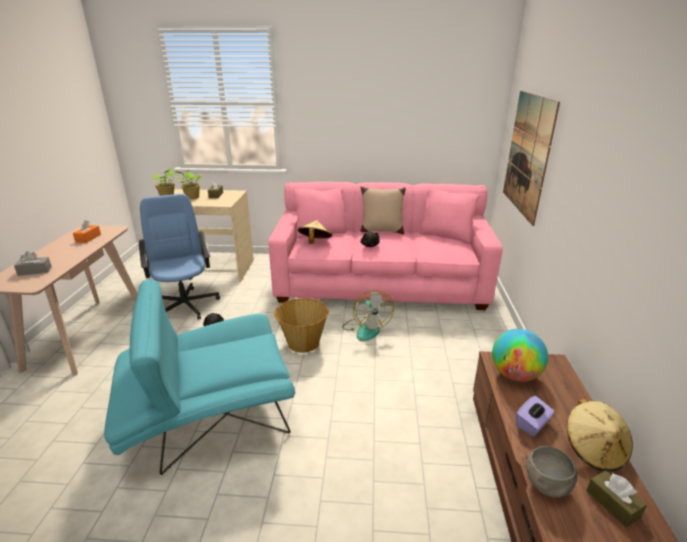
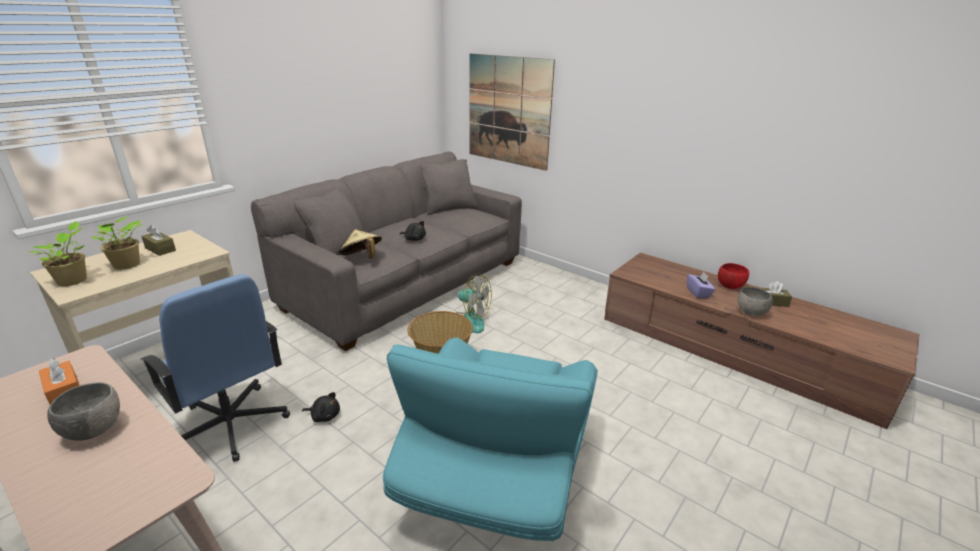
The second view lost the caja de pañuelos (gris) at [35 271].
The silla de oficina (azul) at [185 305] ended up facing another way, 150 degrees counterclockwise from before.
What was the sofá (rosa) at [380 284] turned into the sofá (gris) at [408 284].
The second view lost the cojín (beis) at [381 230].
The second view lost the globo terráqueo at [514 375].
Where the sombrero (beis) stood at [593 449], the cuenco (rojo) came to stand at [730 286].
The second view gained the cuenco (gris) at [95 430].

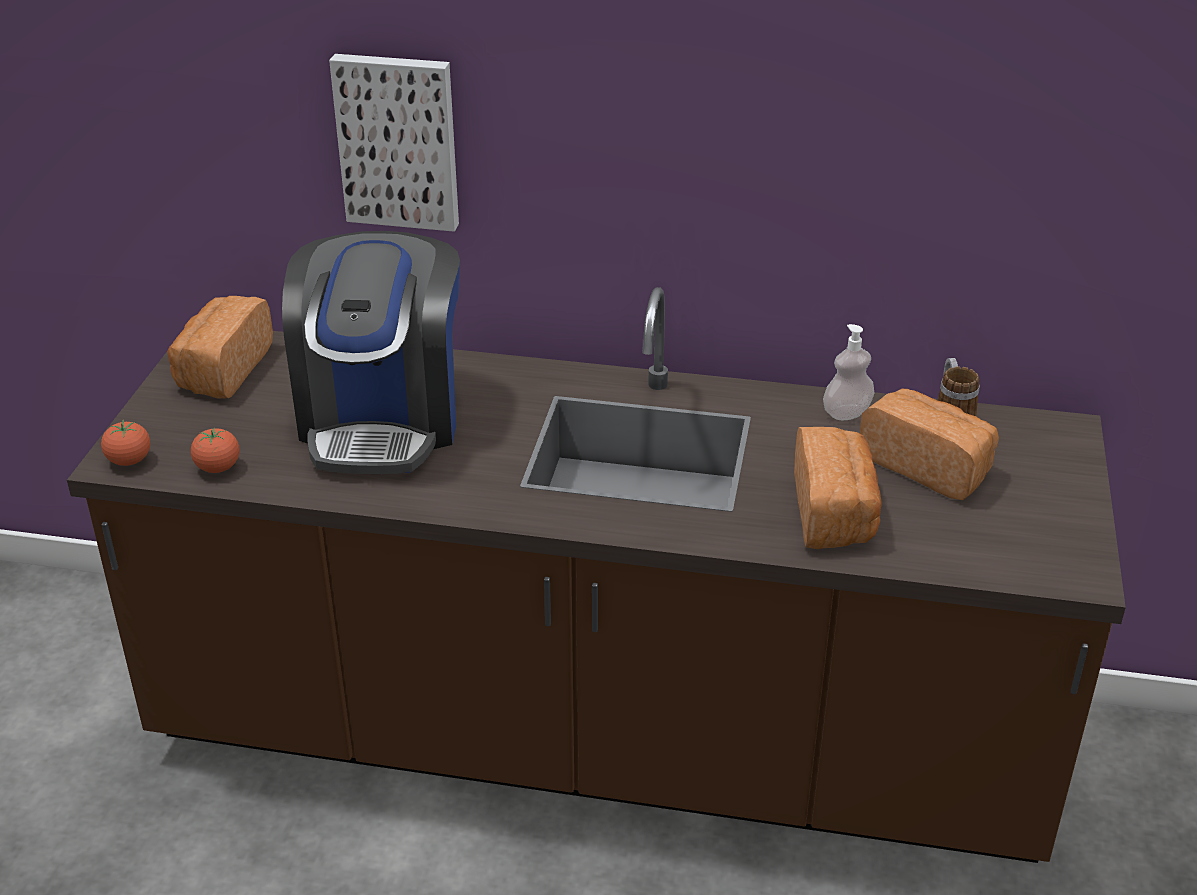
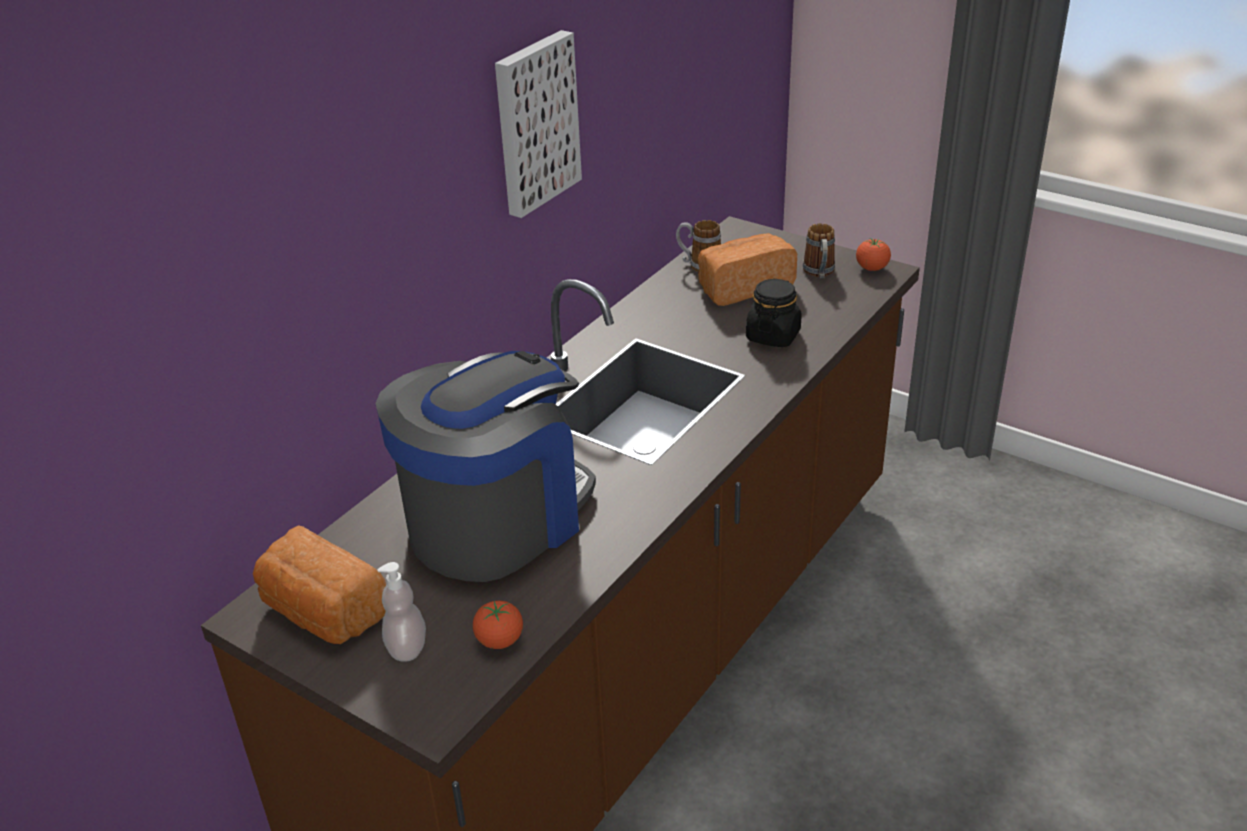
The tomate ended up elsewhere, having gone from [129 461] to [872 268].
The cafetera at [382 419] ended up facing another way, 75 degrees counterclockwise from before.
The cuadro ended up elsewhere, having gone from [398 140] to [534 123].
Where the pan stood at [834 513], the tarro (negro) came to stand at [773 335].
The dispensador de jabón ended up elsewhere, having gone from [846 413] to [407 647].
The second view gained the taza grande at [819 273].

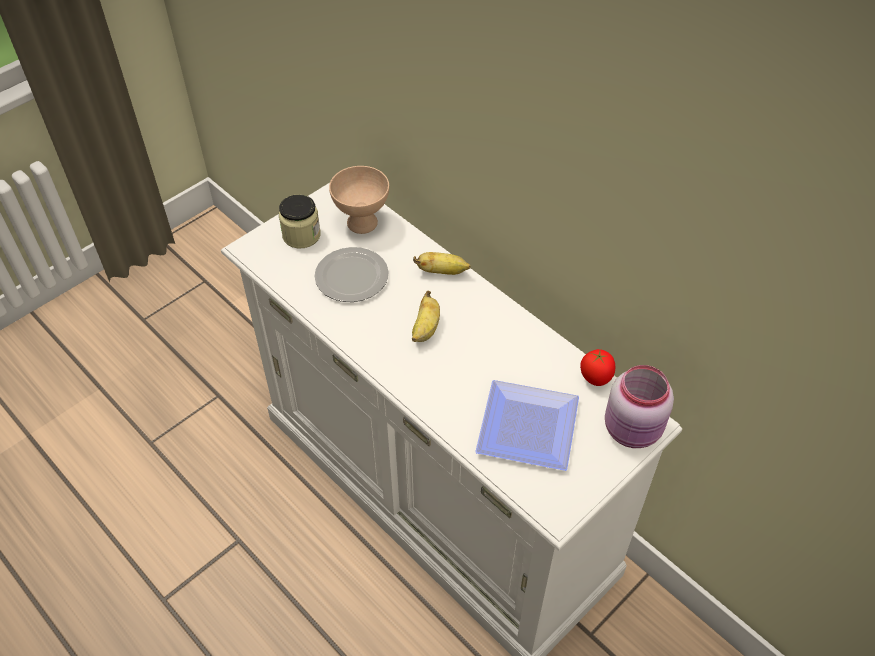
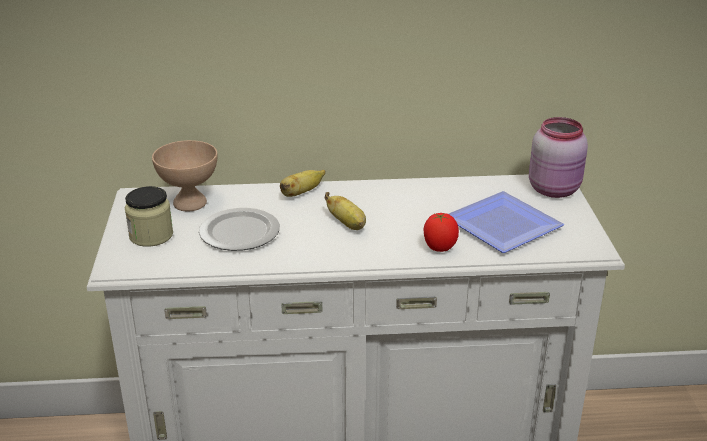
The tomate ended up elsewhere, having gone from [595 379] to [439 249].

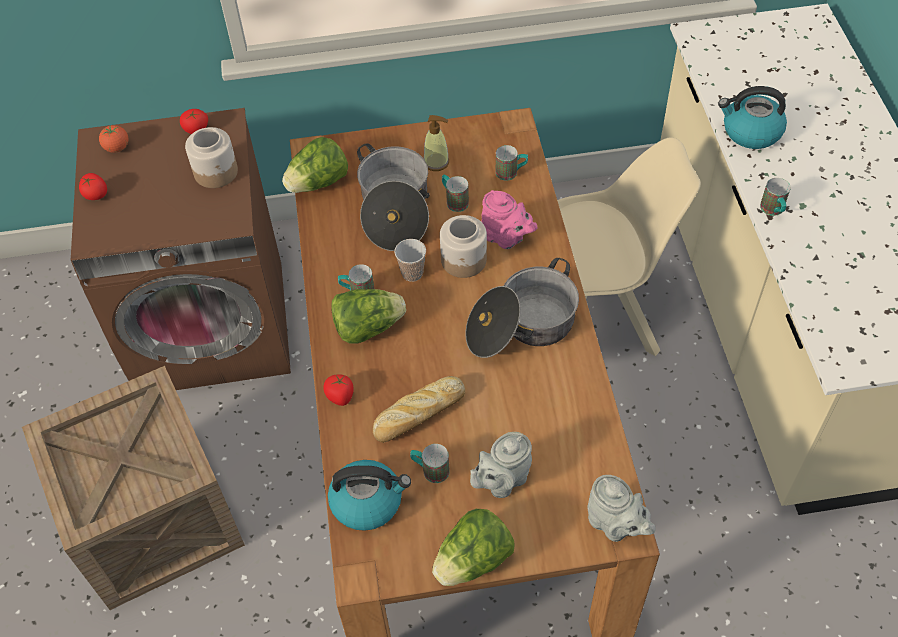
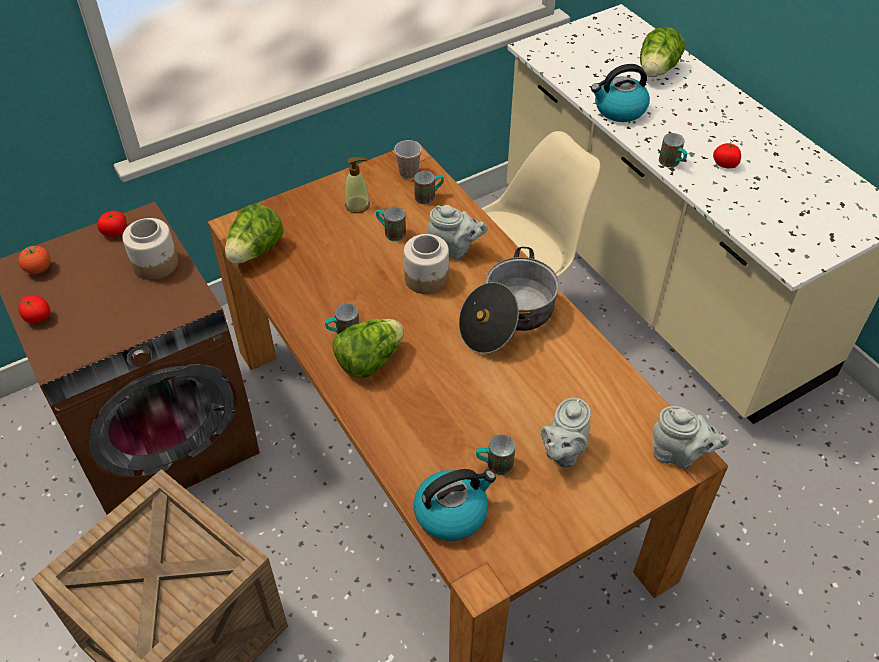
The tomate ended up elsewhere, having gone from [340 396] to [725 164].
The second view lost the olla at [395 210].
The second view lost the pan at [418 414].
The taza ended up elsewhere, having gone from [412 273] to [408 173].
The lechuga ended up elsewhere, having gone from [473 561] to [656 71].
What was the tetera (rosa) at [506 238] turned into the tetera (gris) at [454 250].

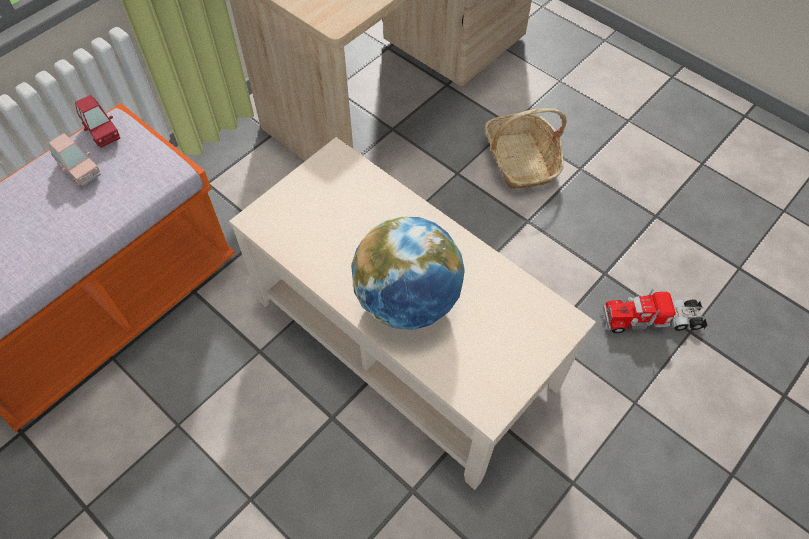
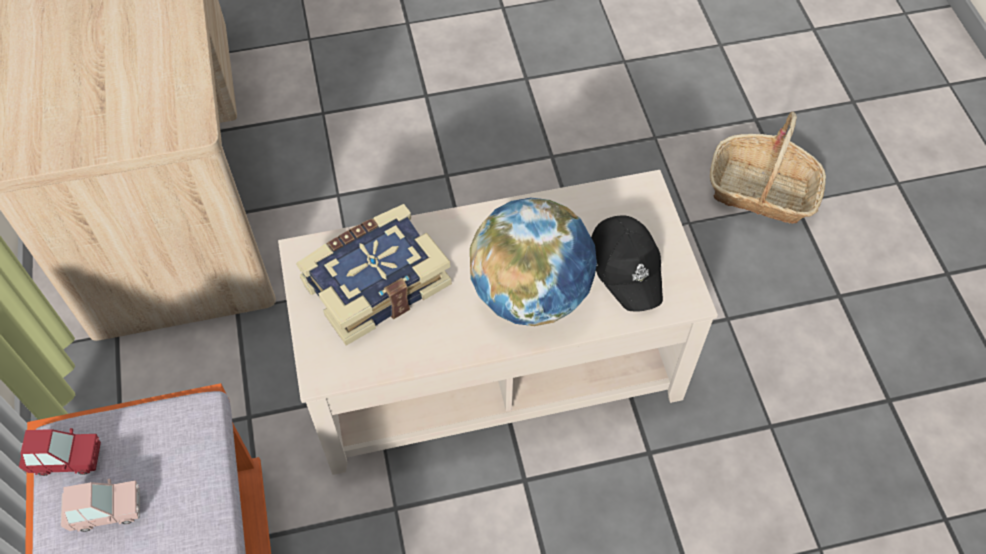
The cesta ended up elsewhere, having gone from [521 160] to [762 191].
The second view lost the camión de juguete at [652 319].
The second view gained the libro at [375 282].
The second view gained the gorra (negro) at [627 267].

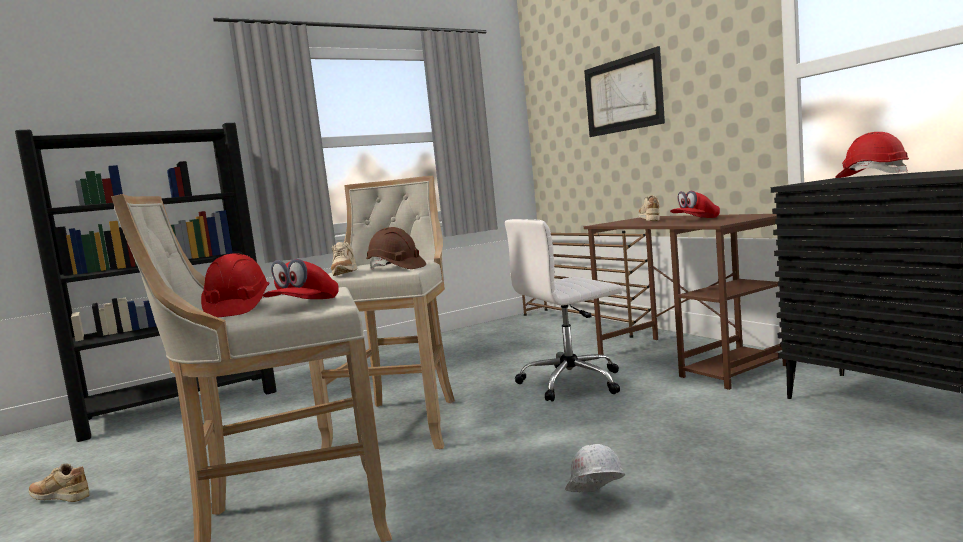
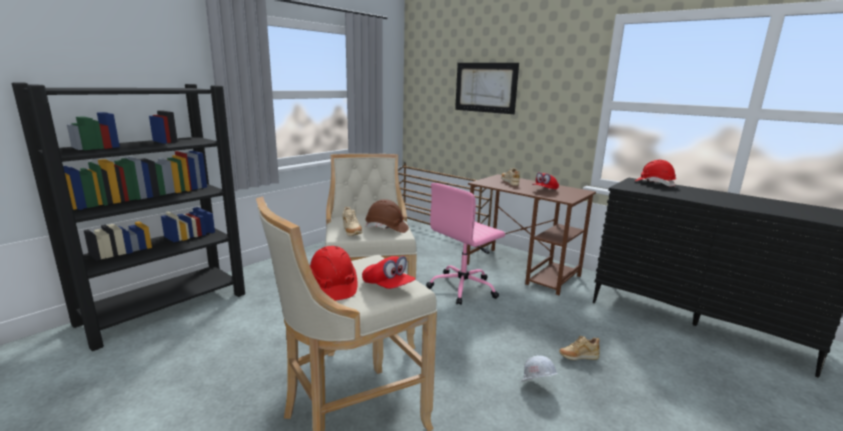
The zapato (beis) ended up elsewhere, having gone from [61 498] to [578 357].
The gorra (rojo) at [304 306] ended up facing another way, 45 degrees counterclockwise from before.
What was the silla de oficina (blanco) at [573 382] turned into the silla de oficina (rosa) at [463 287].

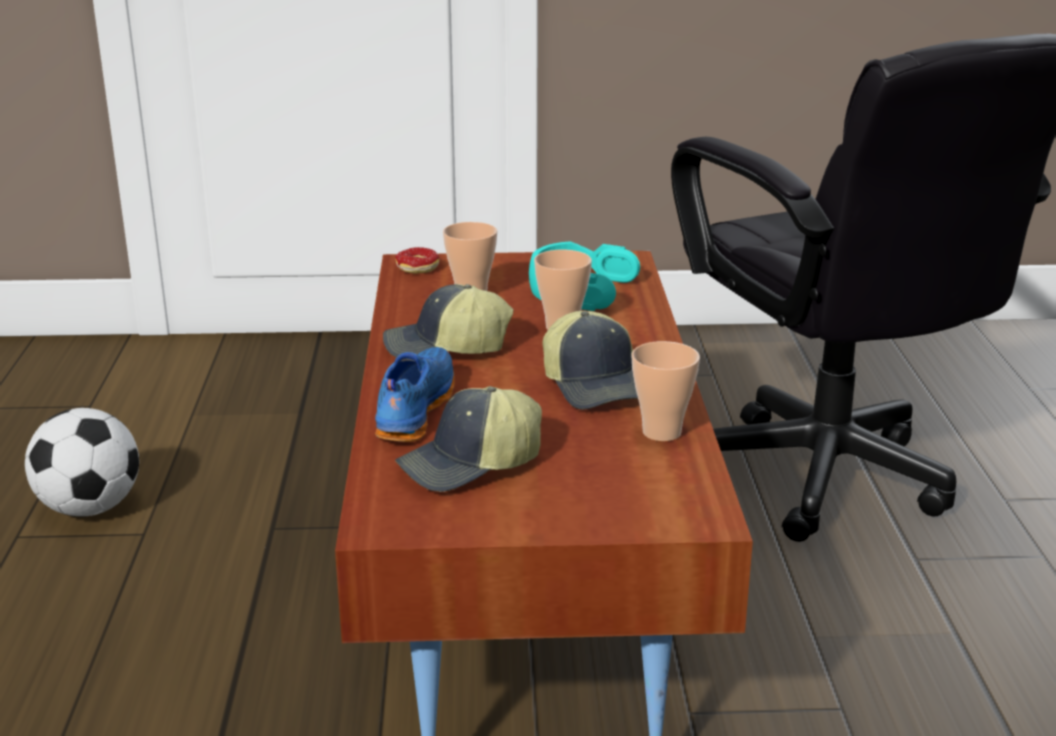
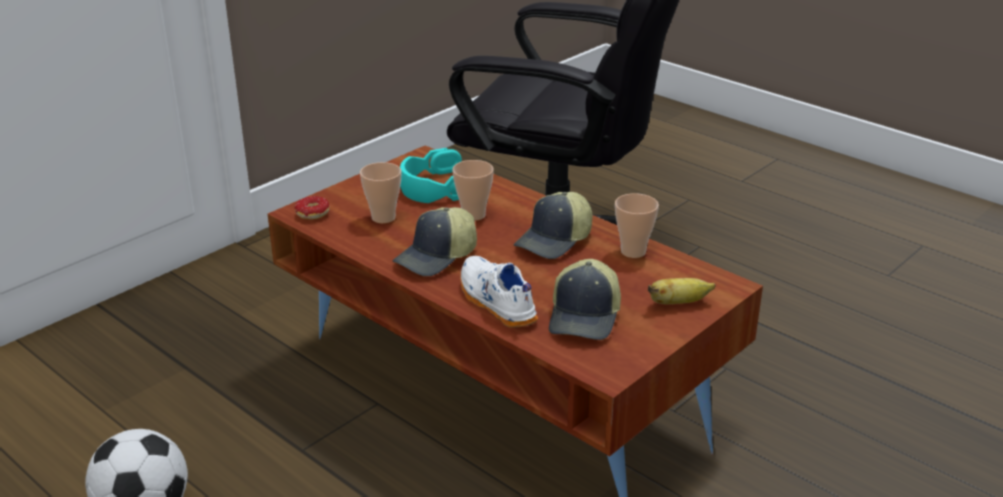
What was the zapato (azul) at [412 410] turned into the zapato (blanco) at [495 303].
The gorra at [595 385] ended up facing another way, 105 degrees clockwise from before.
The second view gained the plátano at [678 303].

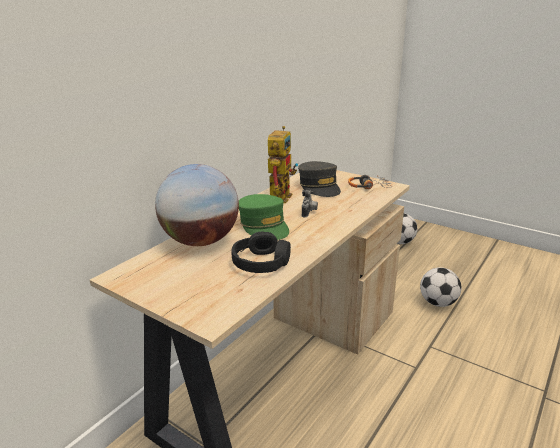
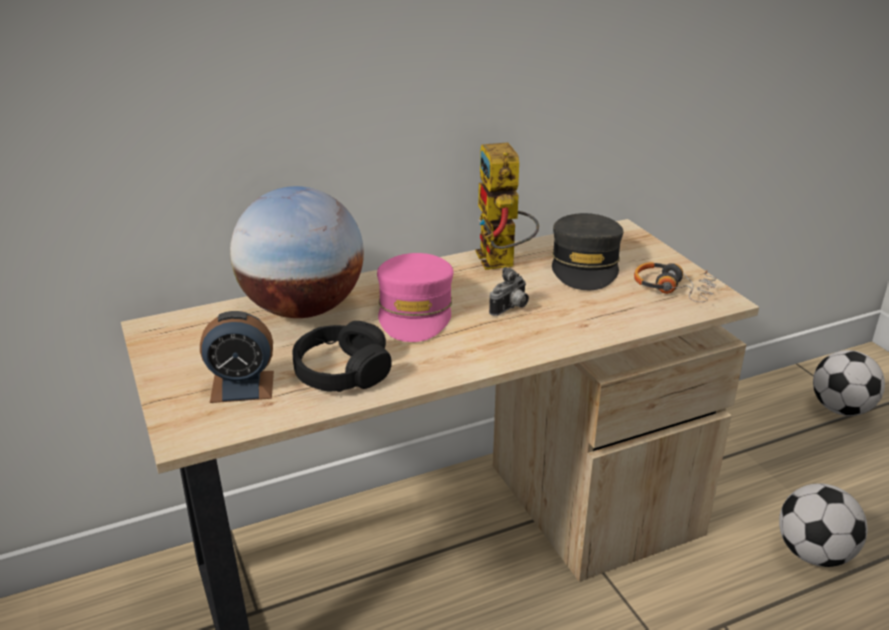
What was the gorra (verde) at [264 226] turned into the gorra (rosa) at [415 311].
The robot de juguete at [280 195] ended up facing another way, 120 degrees clockwise from before.
The second view gained the despertador at [242 386].

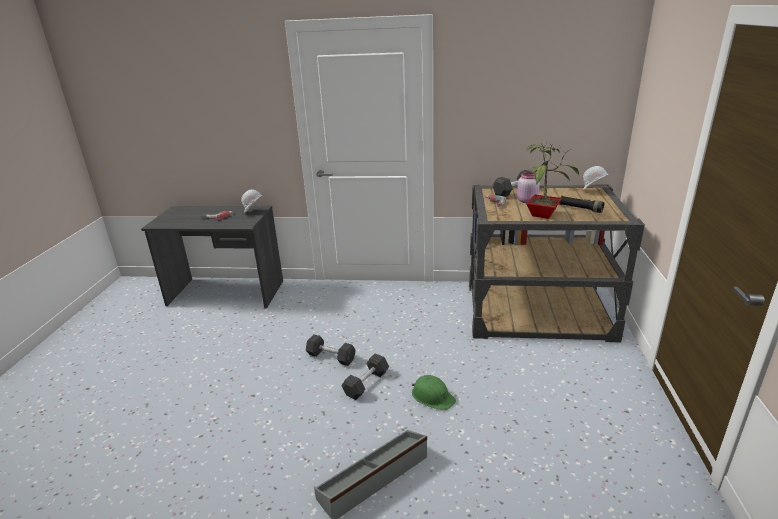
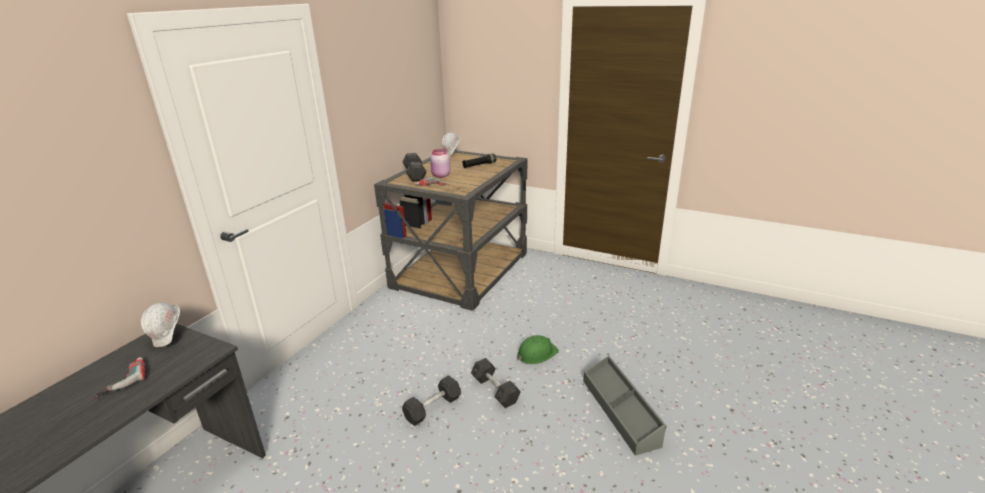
The second view lost the planta en maceta at [543 214].

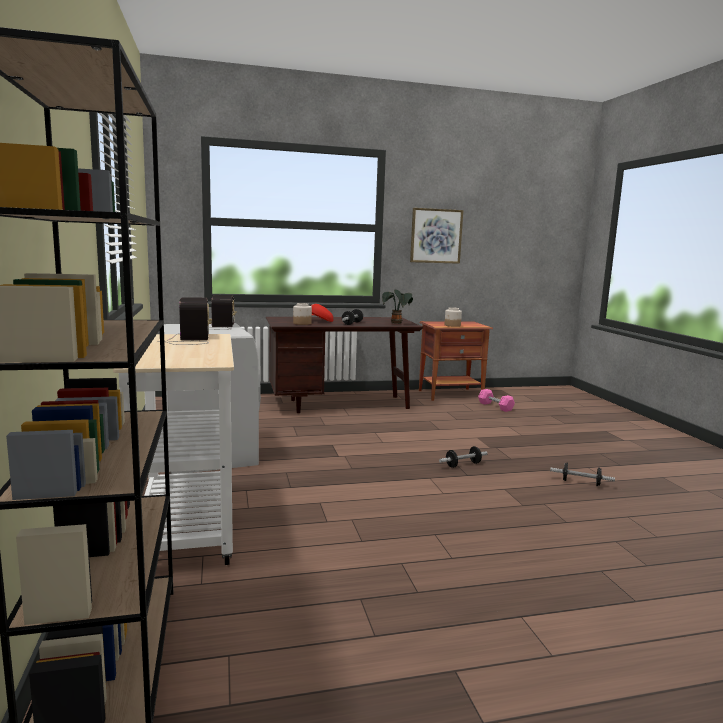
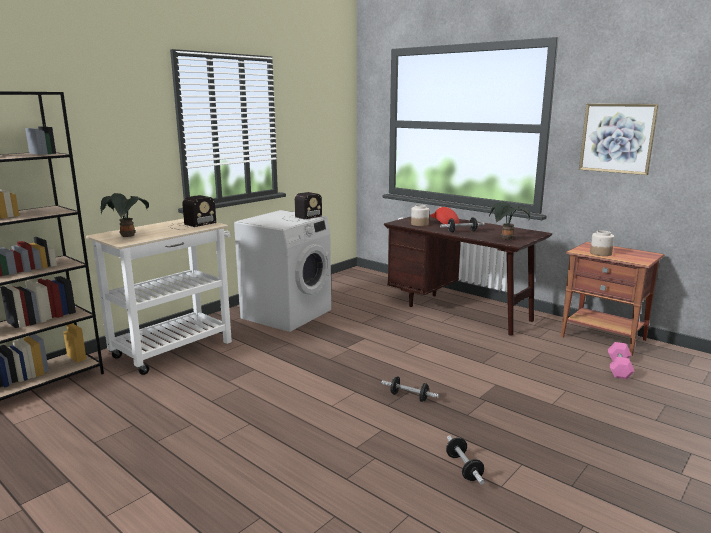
The second view gained the planta en maceta at [128 236].

